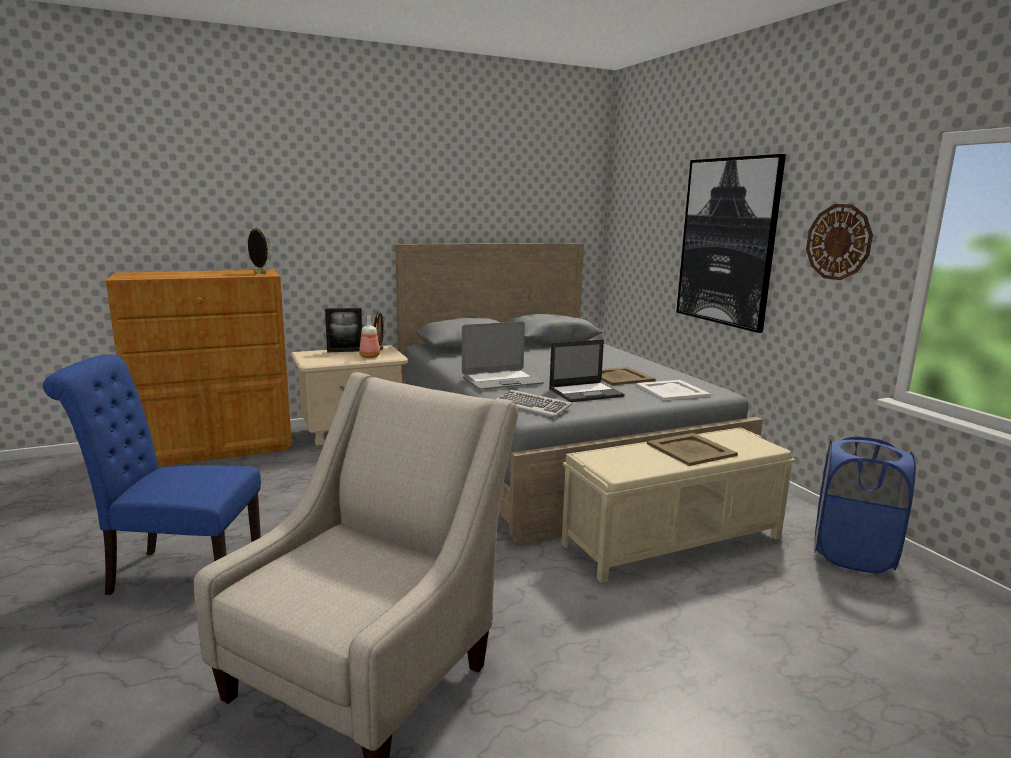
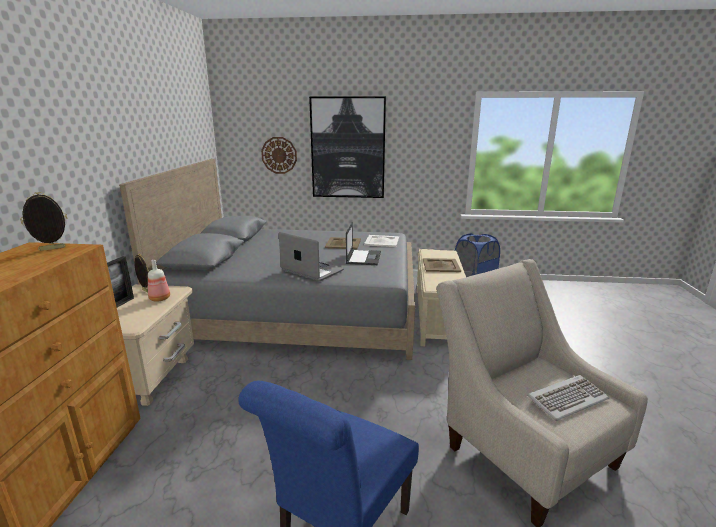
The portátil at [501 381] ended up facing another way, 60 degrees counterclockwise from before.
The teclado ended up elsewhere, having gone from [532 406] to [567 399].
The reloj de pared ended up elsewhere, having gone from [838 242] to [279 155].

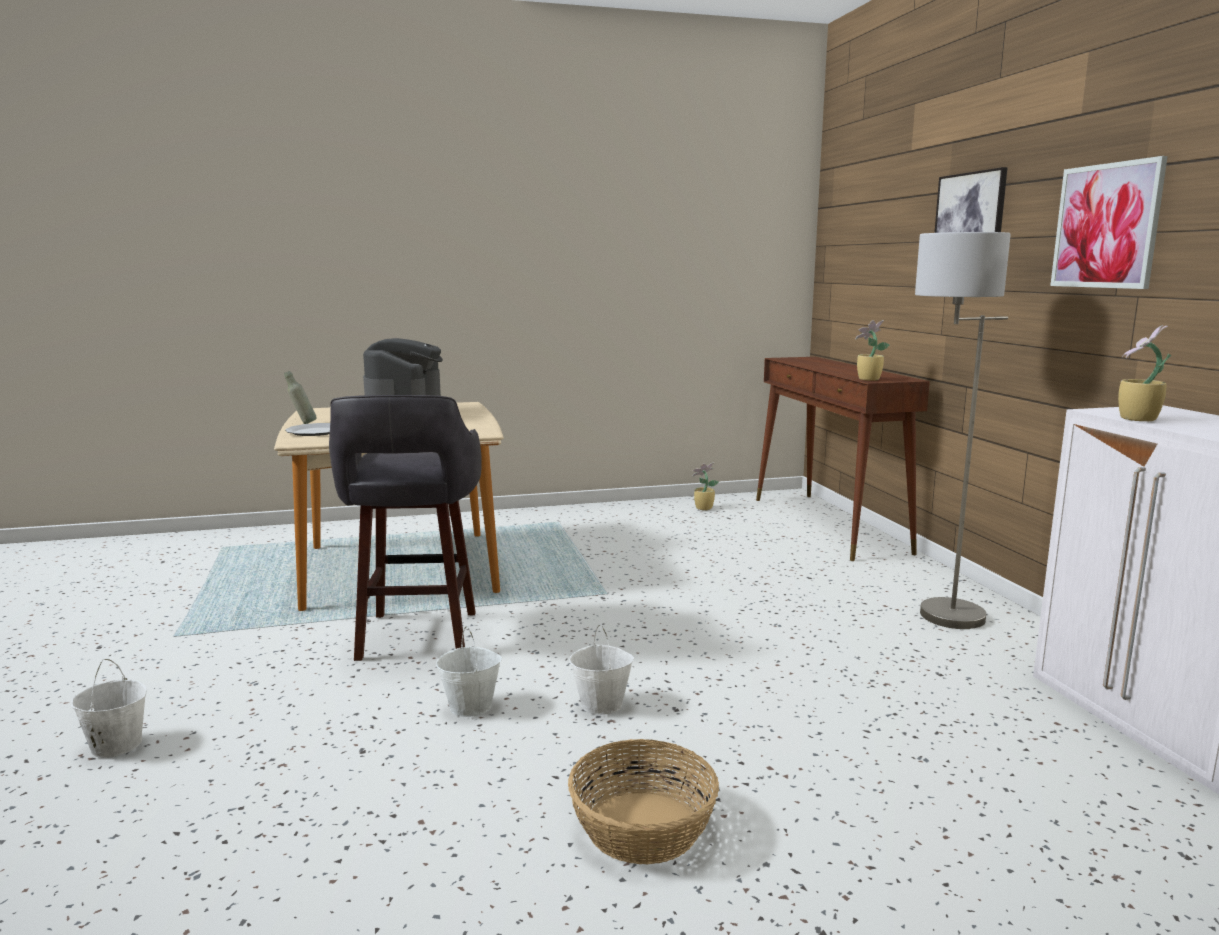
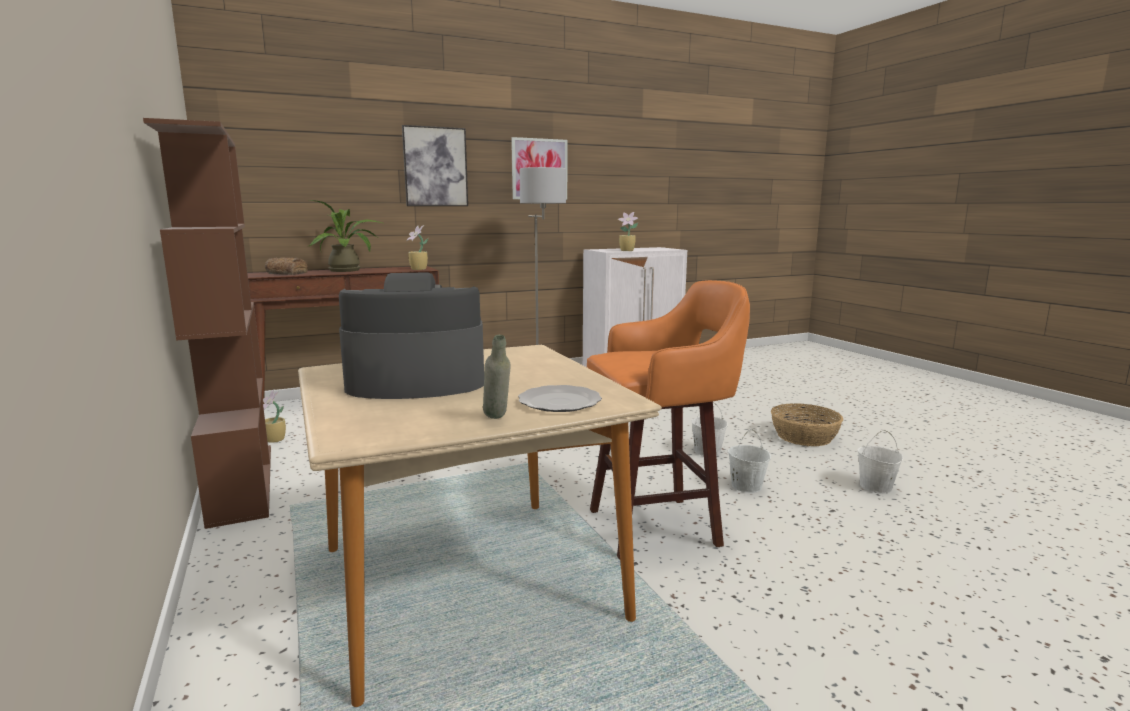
The cubo (blanco) ended up elsewhere, having gone from [115 746] to [876 487].
What was the taburete (gris) at [416 639] turned into the taburete (naranja) at [659 527].
The second view gained the estantería (marrón) at [241 482].
The second view gained the pan at [287 272].
The second view gained the planta en maceta at [349 270].

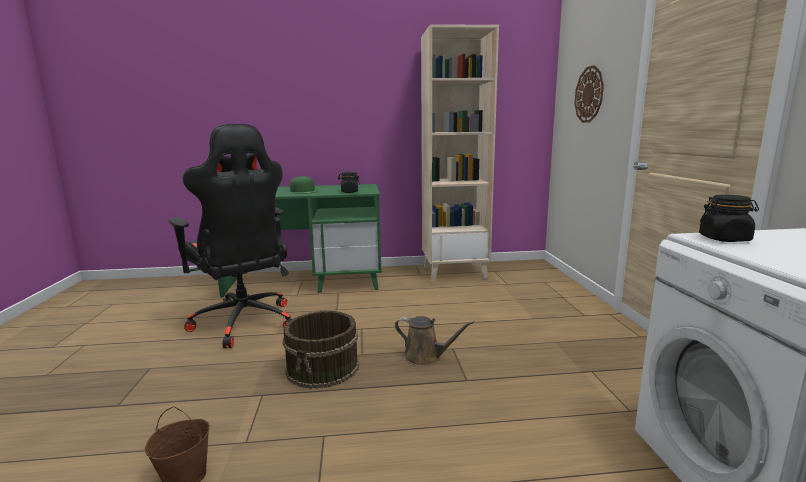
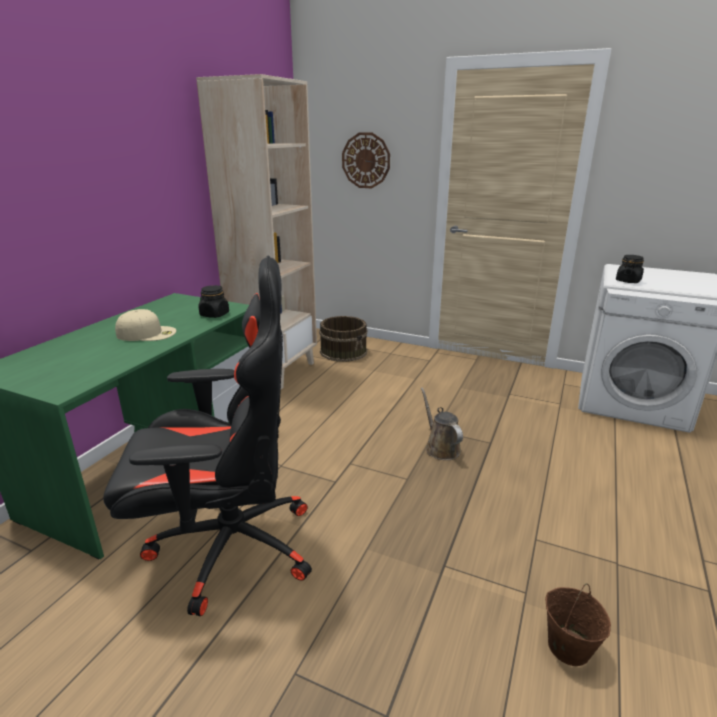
The cubo (marrón) ended up elsewhere, having gone from [323 368] to [344 351].
What was the gorra (verde) at [304 191] turned into the gorra (beis) at [147 333].
The regadera (marrón) at [426 357] ended up facing another way, 75 degrees counterclockwise from before.

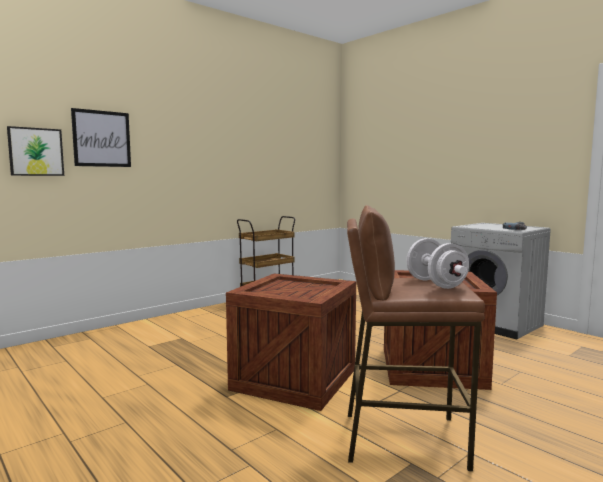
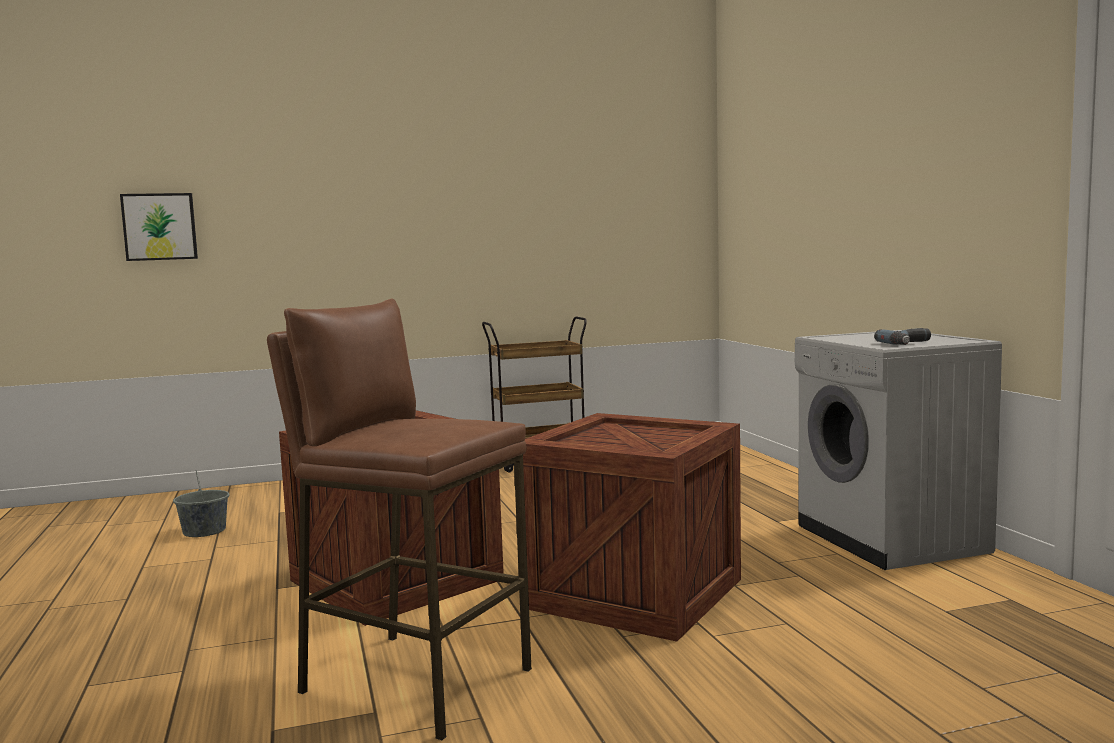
The second view lost the cuadro at [102 138].
The second view lost the mancuerna (blanco) at [436 283].
The second view gained the cubo (gris) at [204 531].

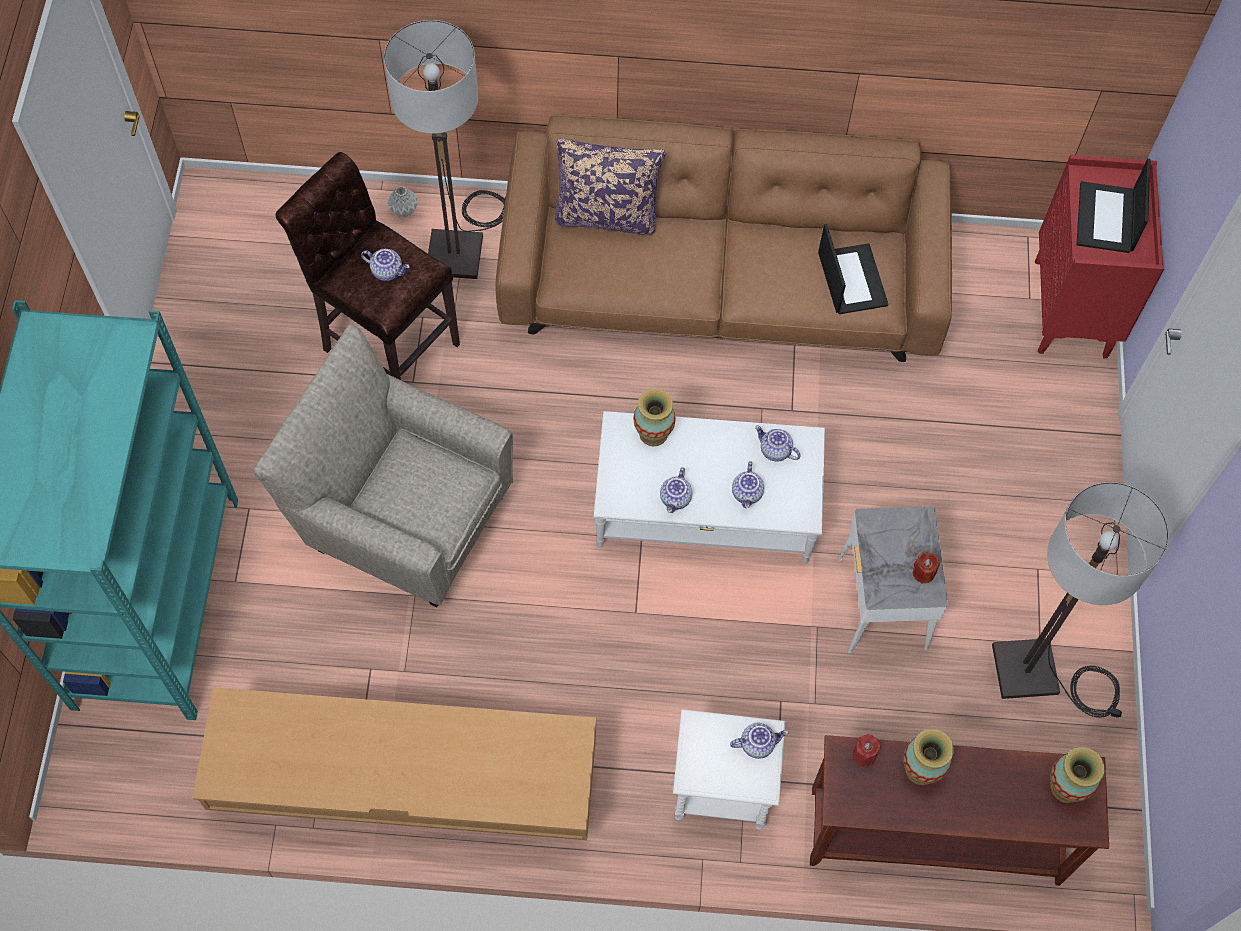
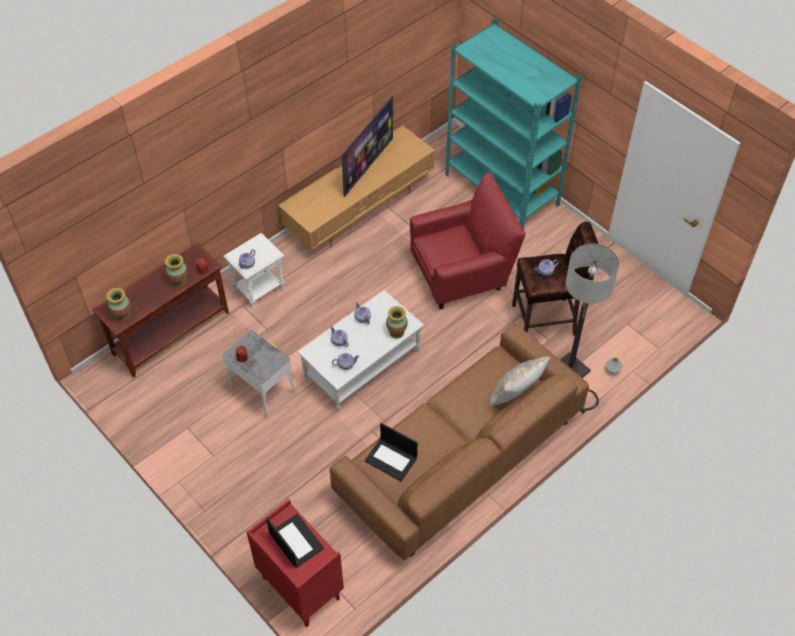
What was the sillón (beis) at [404 518] turned into the sillón (rojo) at [461 274].
What was the cojín (morado) at [607 218] turned into the cojín (blanco) at [515 396].
The second view lost the lámpara de pie at [1045 677].
The second view gained the televisor at [367 166].

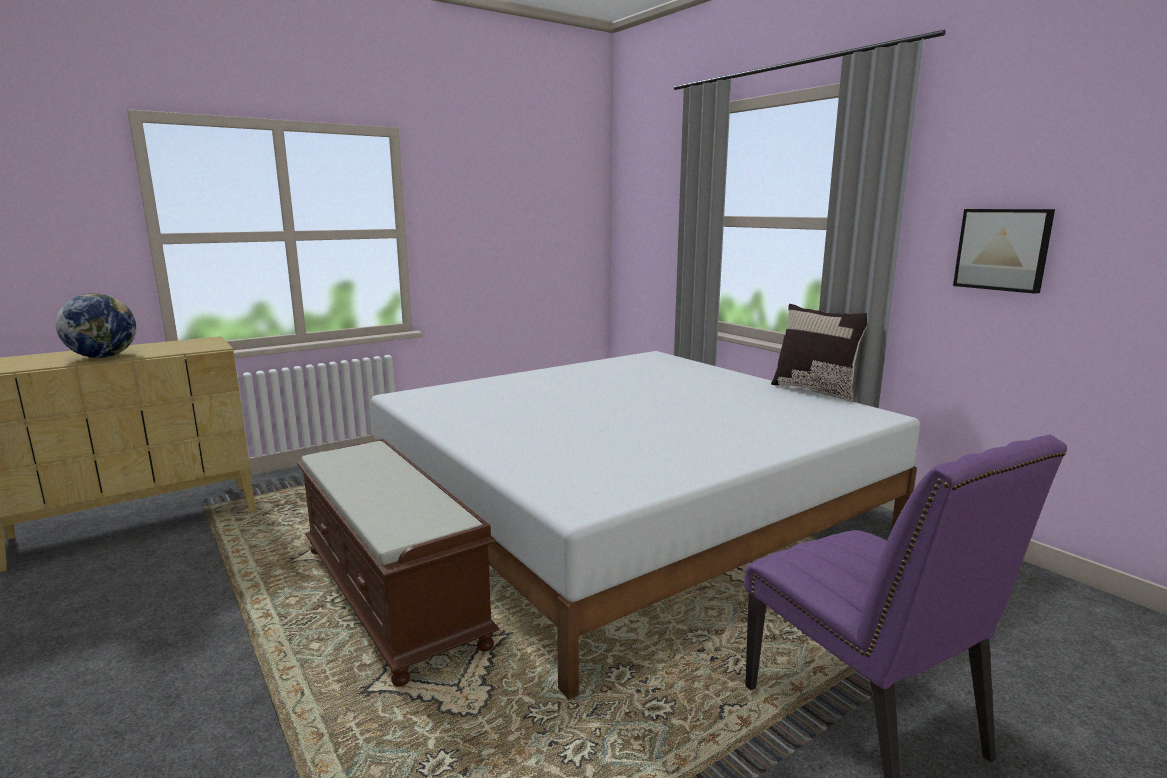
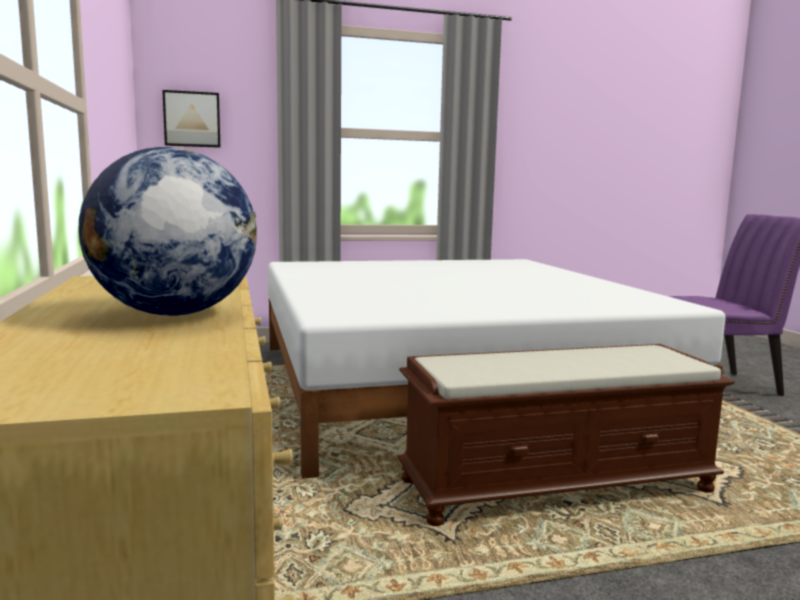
The second view lost the cojín at [815 391].
The cuadro ended up elsewhere, having gone from [1003 249] to [192 119].

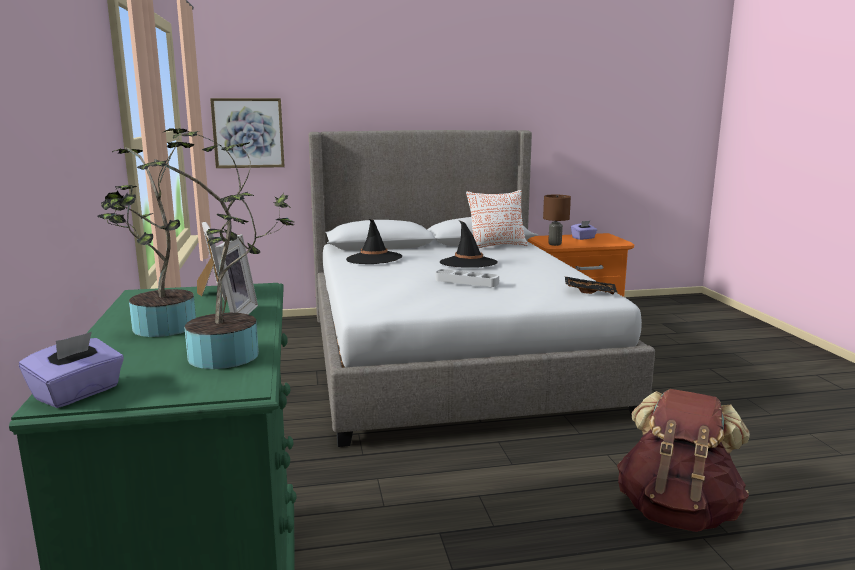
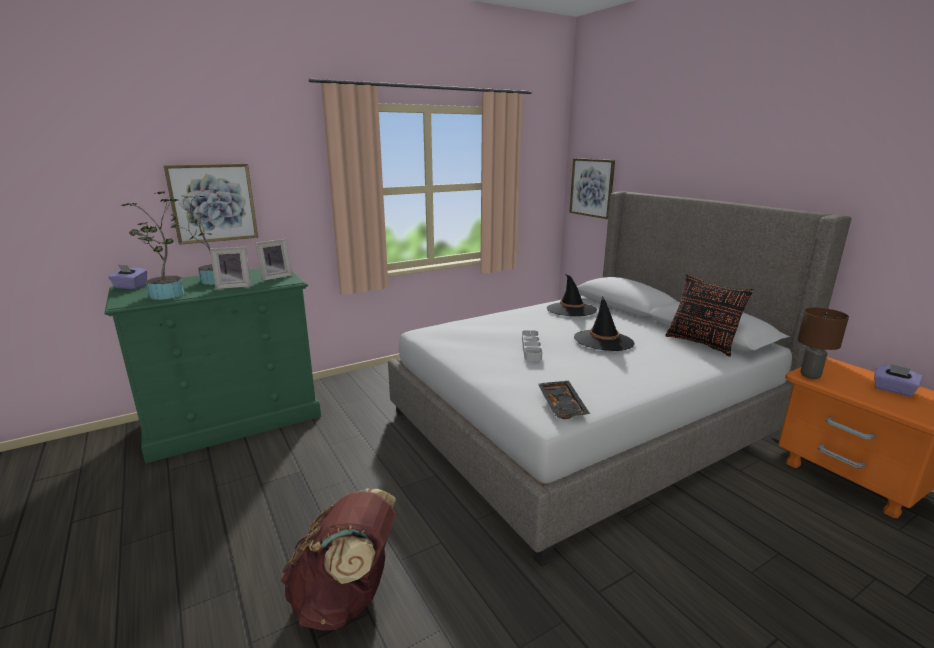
What was the cojín (blanco) at [496 246] turned into the cojín (negro) at [701 344].
The second view gained the cuadro at [213 203].

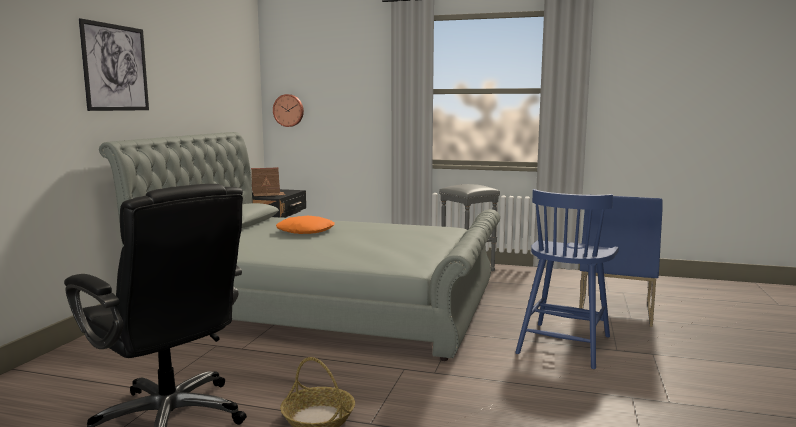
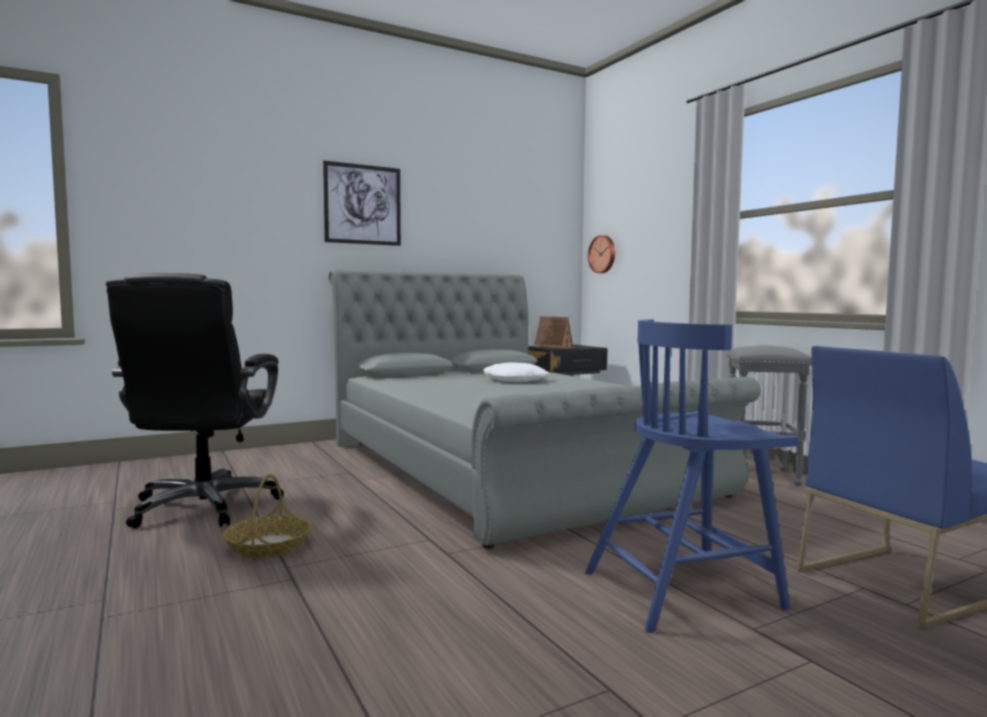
What was the cojín (naranja) at [306 231] turned into the cojín (blanco) at [515 380].

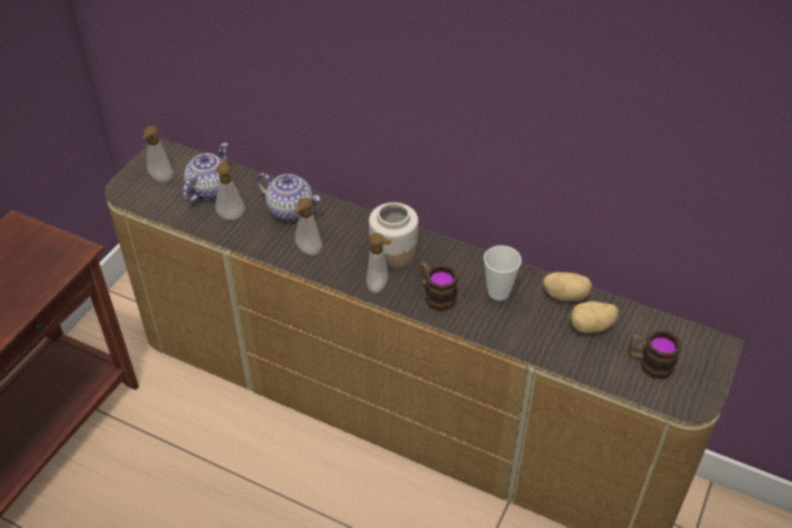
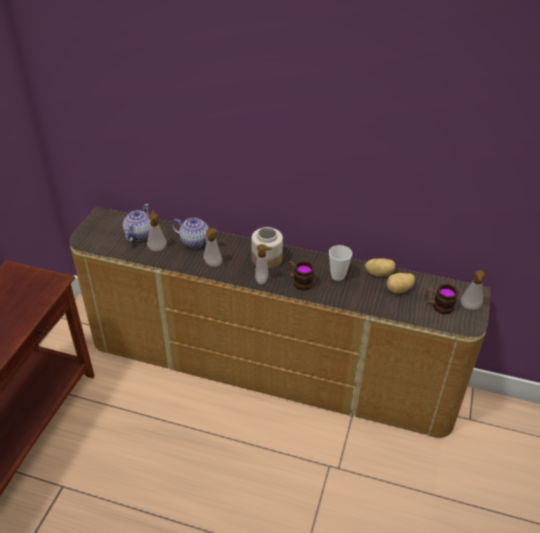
The dispensador de jabón ended up elsewhere, having gone from [160 179] to [469 308].

